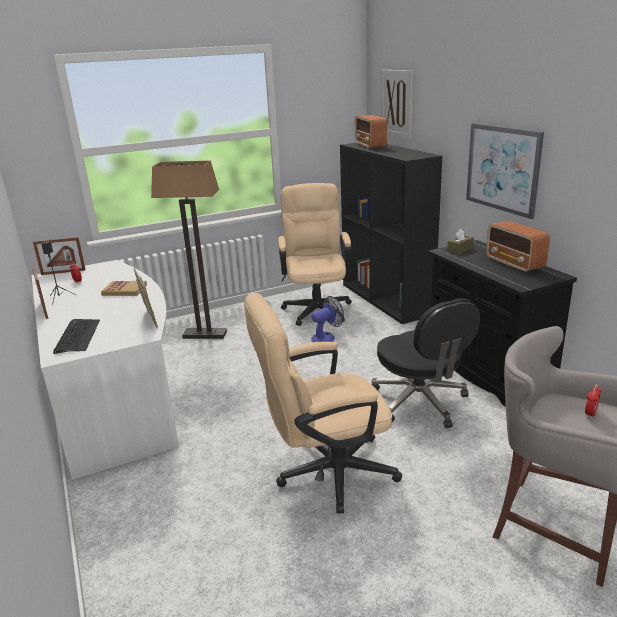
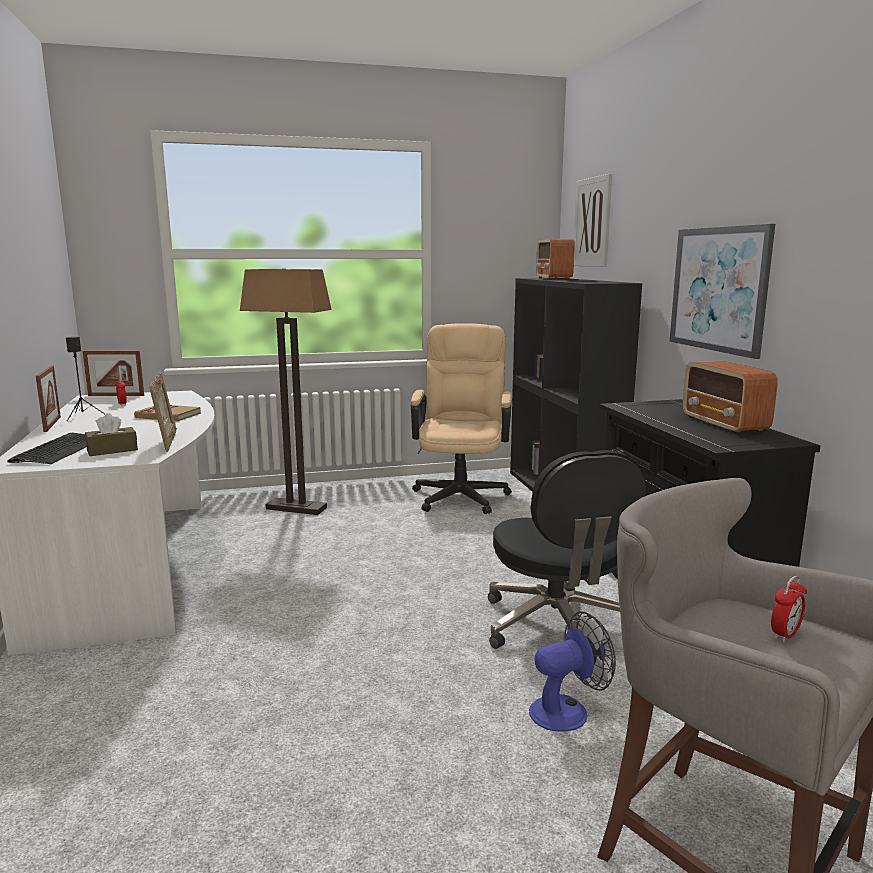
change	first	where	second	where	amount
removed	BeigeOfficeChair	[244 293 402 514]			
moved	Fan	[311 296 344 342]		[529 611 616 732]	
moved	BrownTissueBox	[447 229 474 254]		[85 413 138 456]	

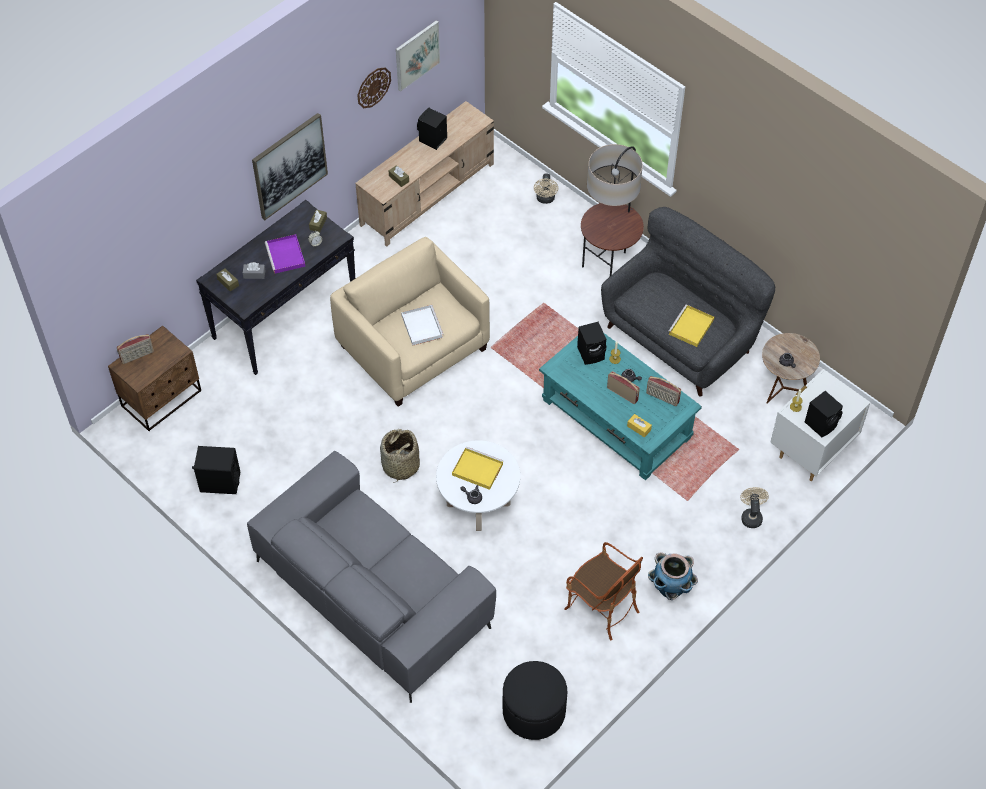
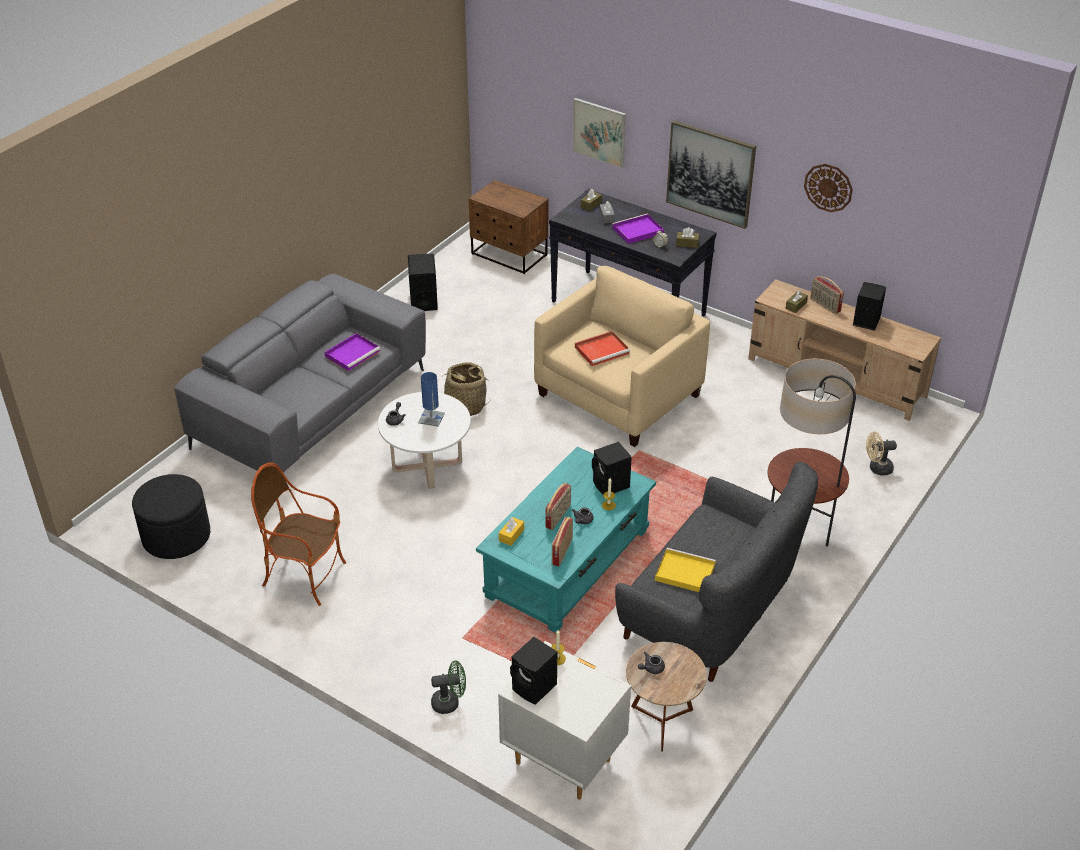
change	first	where	second	where	amount
removed	Planter	[648 552 698 600]			
added			PurpleTray	[324 333 380 371]	
moved	Radio	[117 334 154 364]		[810 276 844 314]	
moved	Picture	[396 20 440 92]		[573 98 626 168]	
replaced	YellowTray	[452 447 504 490]	BlueTableLamp	[418 372 445 427]	
recoloured	WhiteTray	[401 305 444 346]	RedTray	[575 331 630 366]	
recoloured	BeigeFan	[740 487 769 528]	GreenFan	[431 661 466 714]	
turned	Armchair	[564 542 643 640]		[251 463 346 606]	75 degrees clockwise

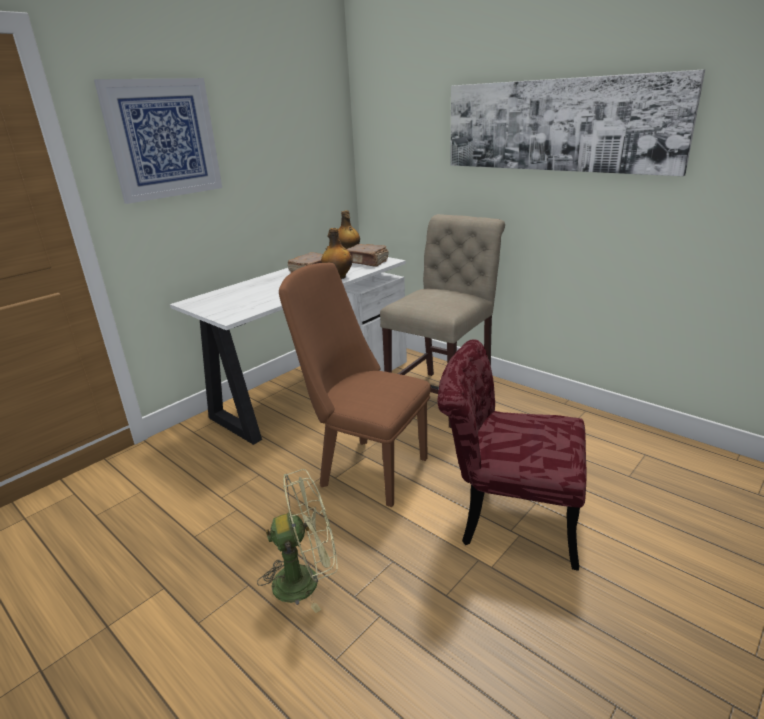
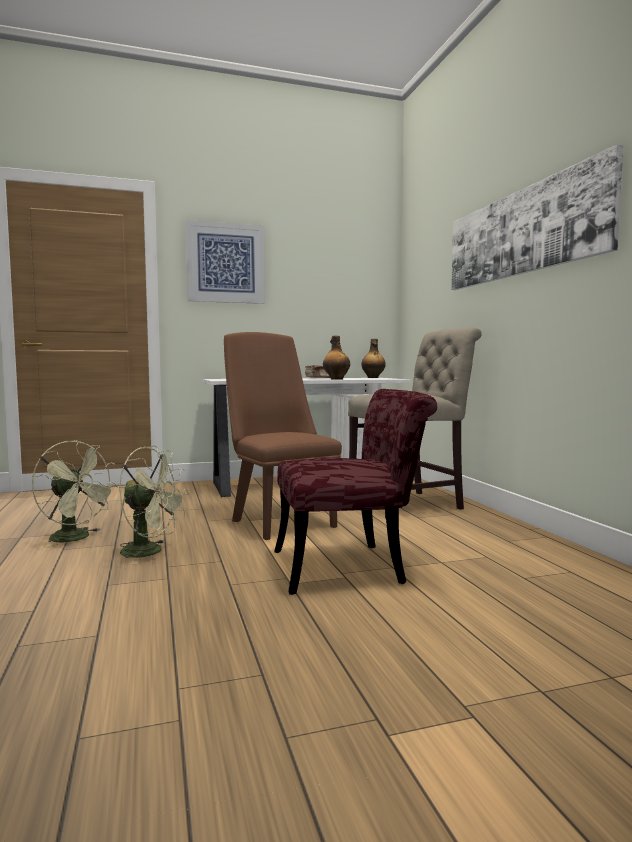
change	first	where	second	where	amount
removed	BrownBook	[347 244 388 267]			
added			GreenFan	[32 440 118 548]	
turned	RedChair	[437 339 587 571]		[275 389 437 595]	120 degrees clockwise

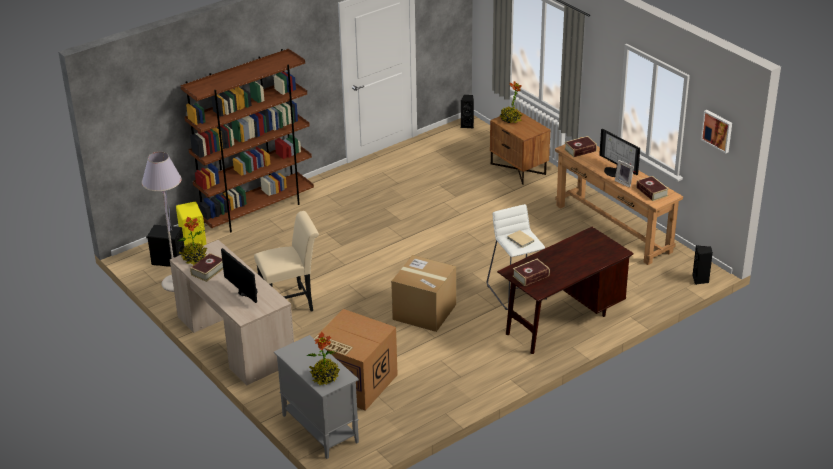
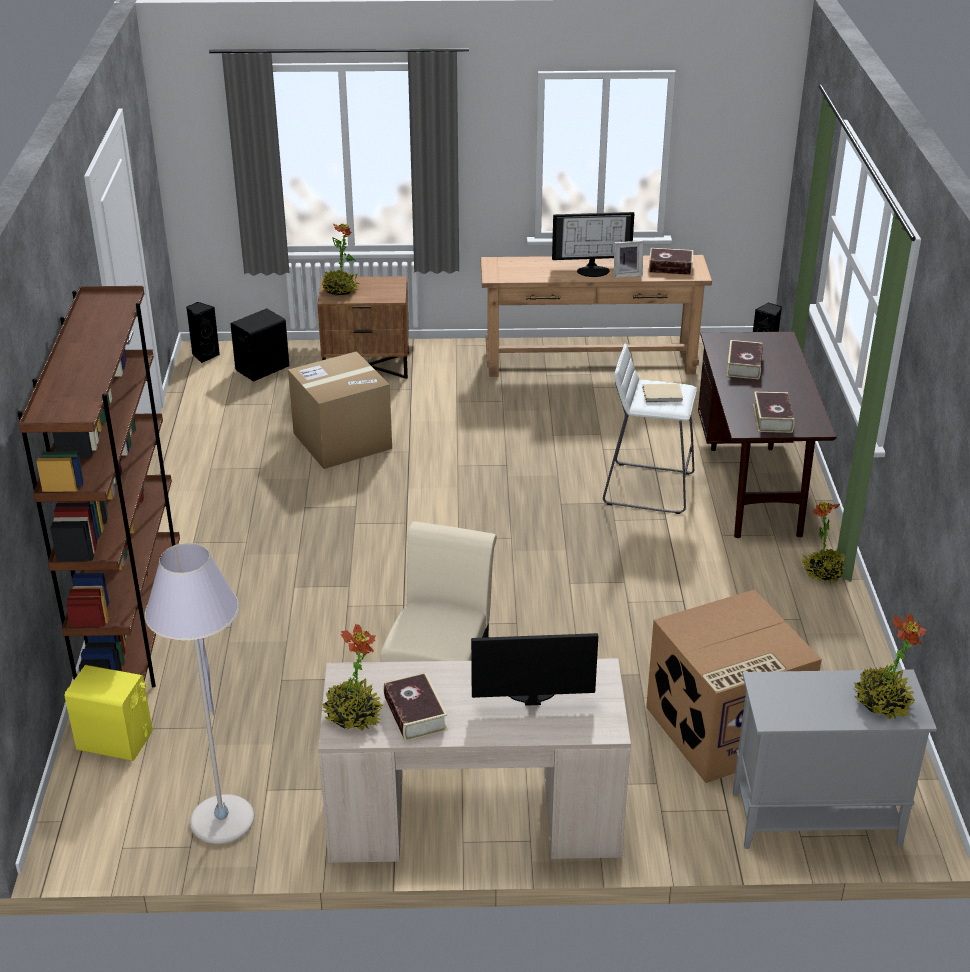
change	first	where	second	where	amount
removed	Picture	[701 110 732 153]			
added			PottedPlant	[802 502 845 583]	
moved	BlackSpeaker	[146 225 185 267]		[231 308 289 381]	
moved	CardboardBox	[391 255 456 332]		[288 351 392 469]	
moved	Book	[565 136 597 158]		[727 340 763 379]	

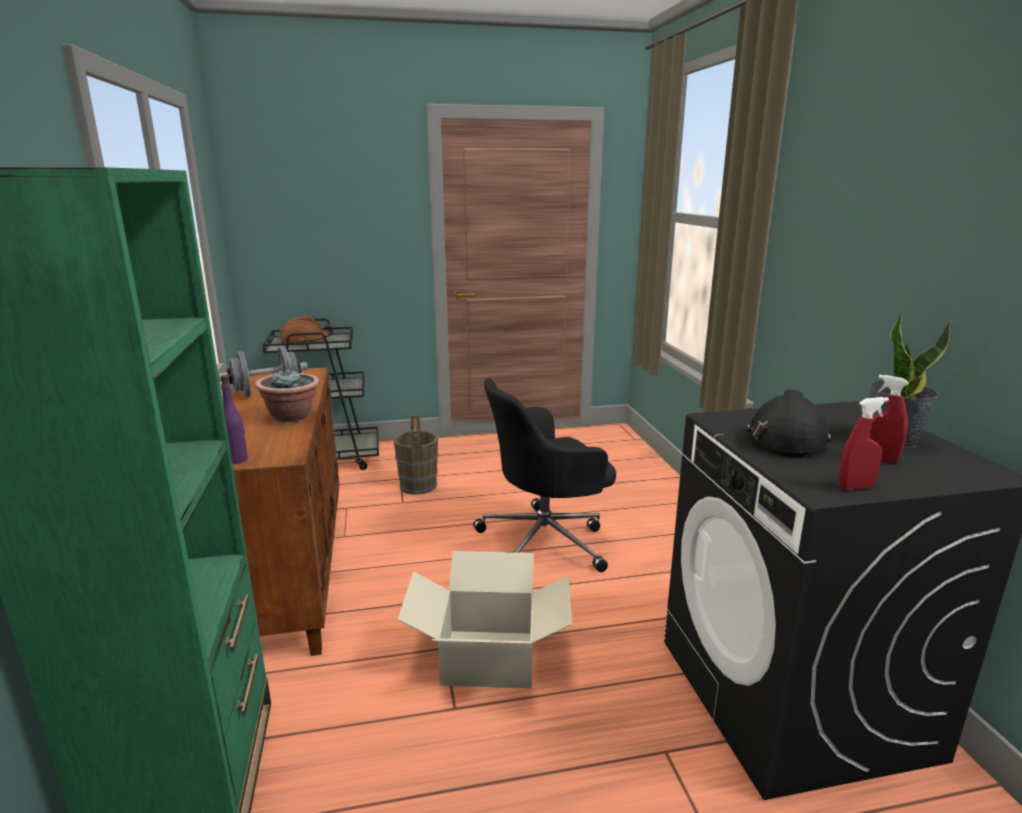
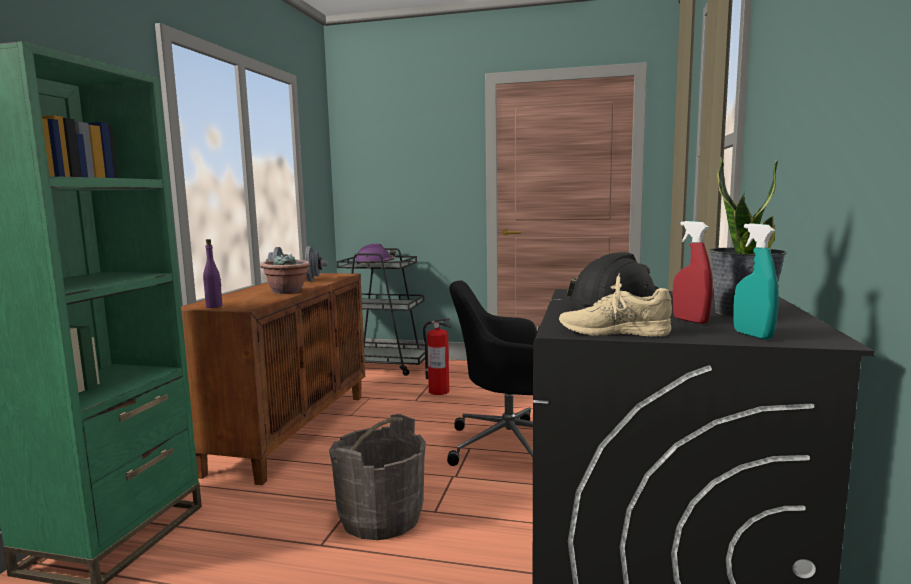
change	first	where	second	where	amount
added			TurquoiseSprayBottle	[733 223 779 340]	
replaced	BrownBucket	[394 415 438 495]	FireExtinguisher	[423 318 452 395]	
replaced	CardboardBox	[398 551 572 689]	GreyBucket	[329 414 426 540]	
replaced	RedSprayBottle	[838 397 889 490]	BeigeShoe	[559 273 672 337]	
recoloured	BrownHardHat	[279 316 332 343]	PurpleHardHat	[356 244 396 264]	

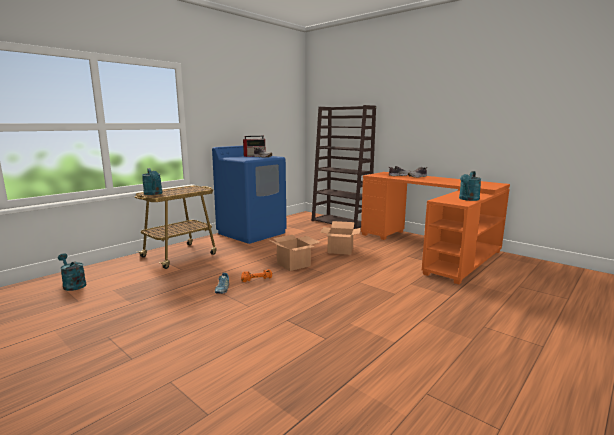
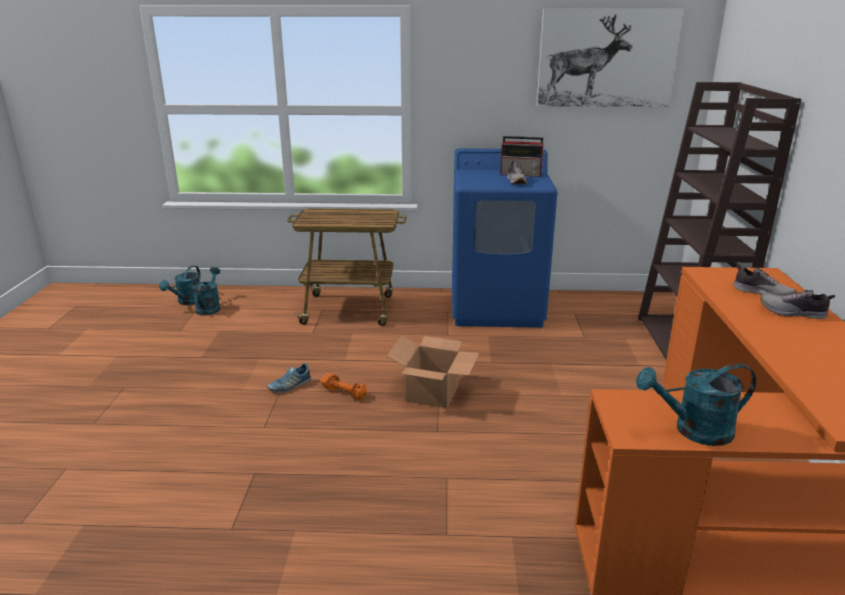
change	first	where	second	where	amount
removed	CardboardBox	[320 221 361 255]			
added			Picture	[537 9 685 107]	
moved	TurquoiseWateringCan	[142 168 163 195]		[159 266 201 305]	

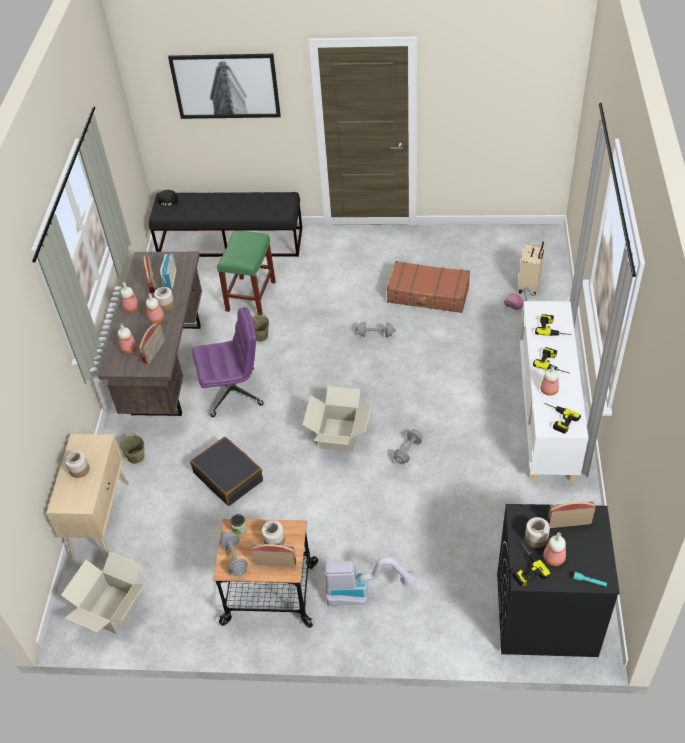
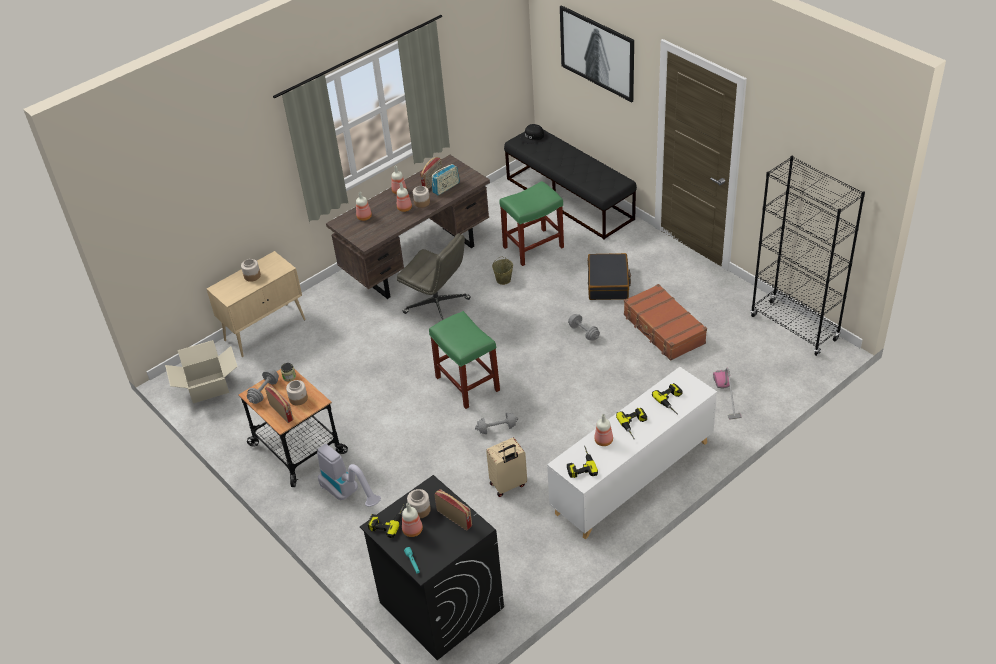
change	first	where	second	where	amount
removed	BeigeBucket	[119 433 144 464]			
removed	Radio	[138 323 165 364]			
added			BlackBookcase	[751 156 865 356]	
moved	BlackSuitcase	[190 436 263 506]		[588 253 631 300]	
moved	BeigeSuitcase	[518 242 545 296]		[486 437 527 497]	
replaced	CardboardBox	[303 386 372 452]	GreenStool	[429 311 500 409]	
recoloured	PurpleOfficeChair	[192 307 264 417]	GreyOfficeChair	[397 233 471 320]	

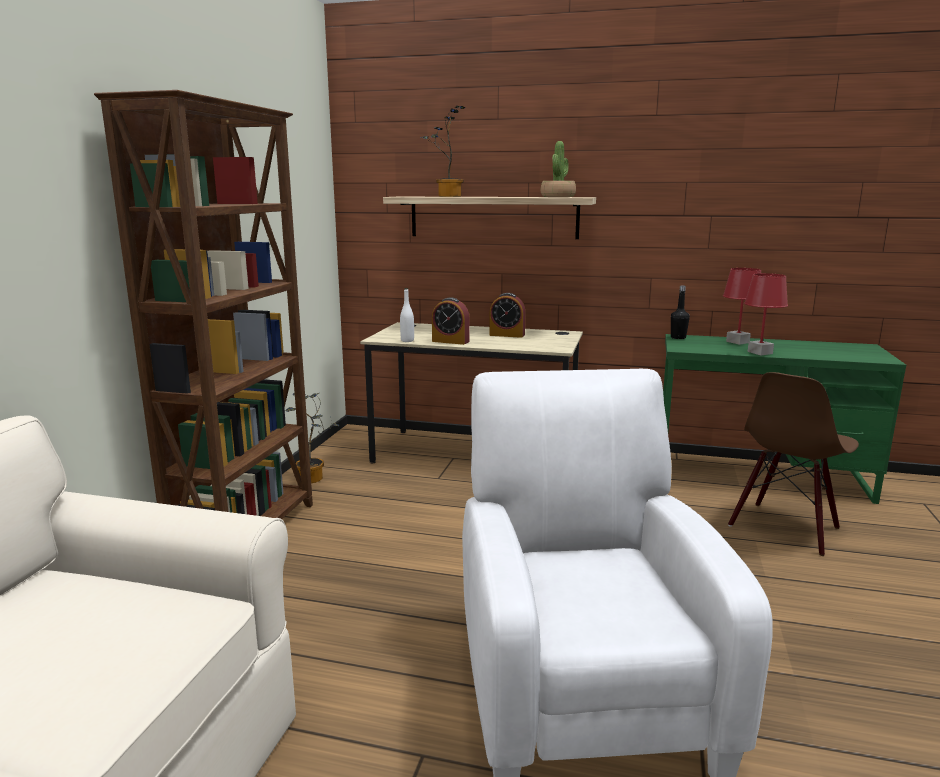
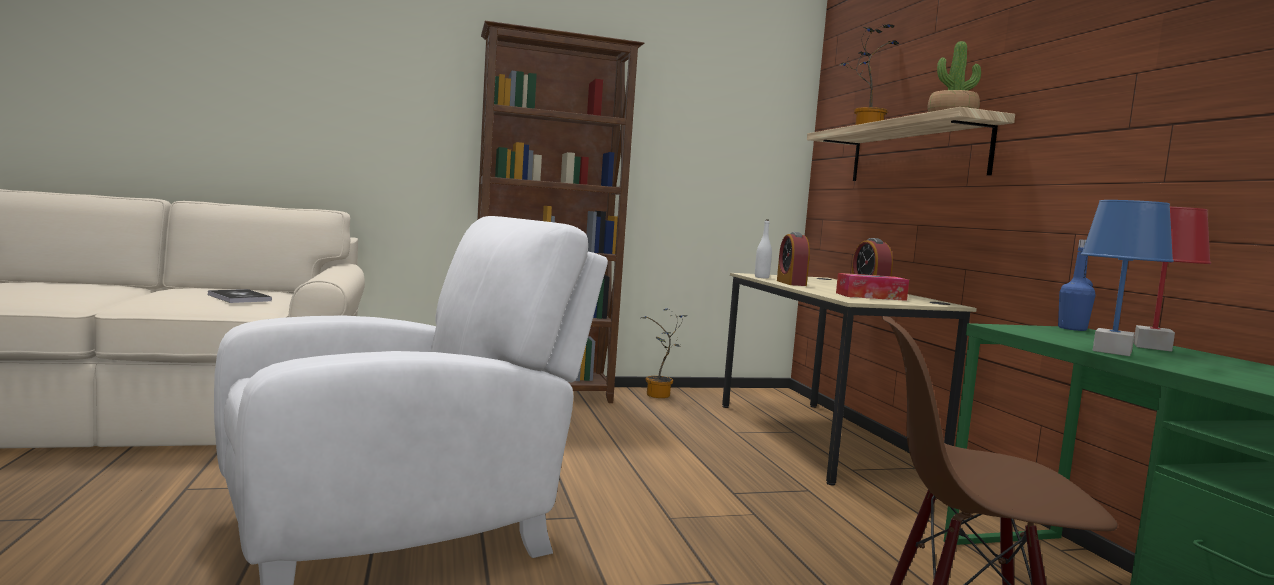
change	first	where	second	where	amount
added			Book	[208 289 272 303]	
added			TissueBox	[836 273 909 301]	
recoloured	BlackBottle	[671 286 690 339]	BlueBottle	[1058 239 1096 331]	
recoloured	RedTableLamp	[744 273 788 355]	BlueTableLamp	[1081 200 1174 356]	

